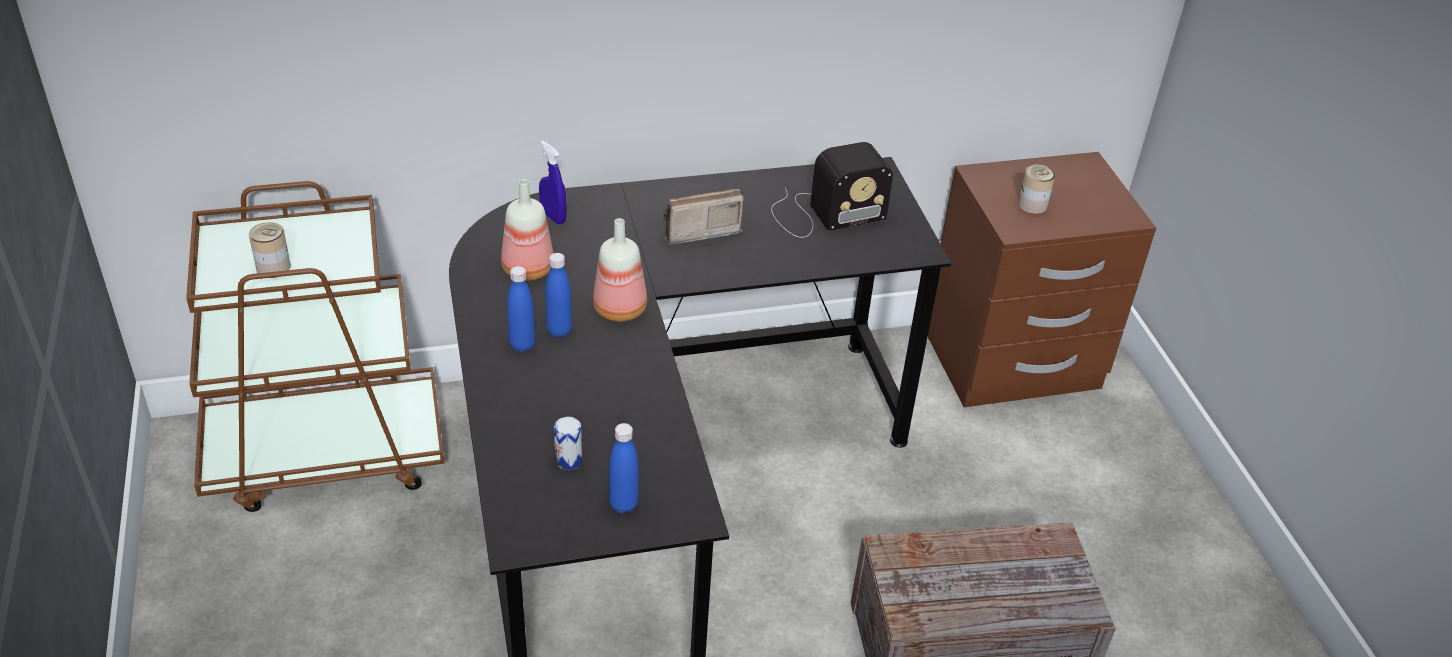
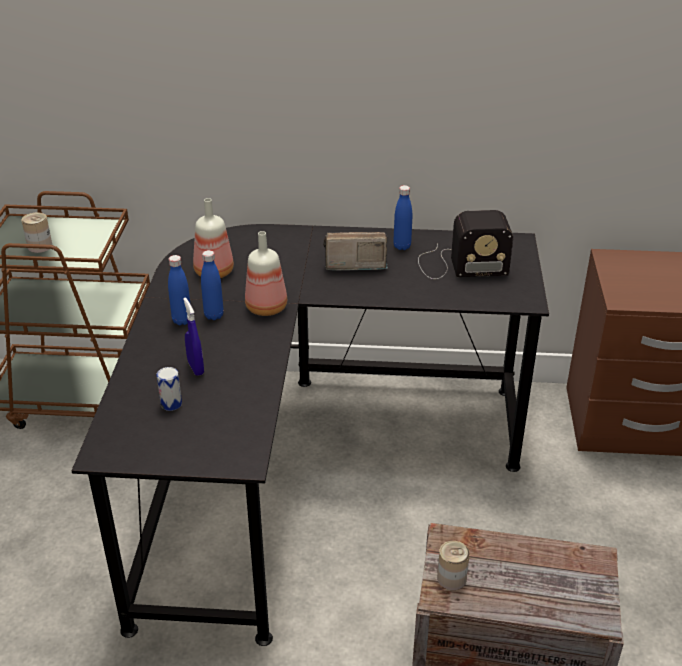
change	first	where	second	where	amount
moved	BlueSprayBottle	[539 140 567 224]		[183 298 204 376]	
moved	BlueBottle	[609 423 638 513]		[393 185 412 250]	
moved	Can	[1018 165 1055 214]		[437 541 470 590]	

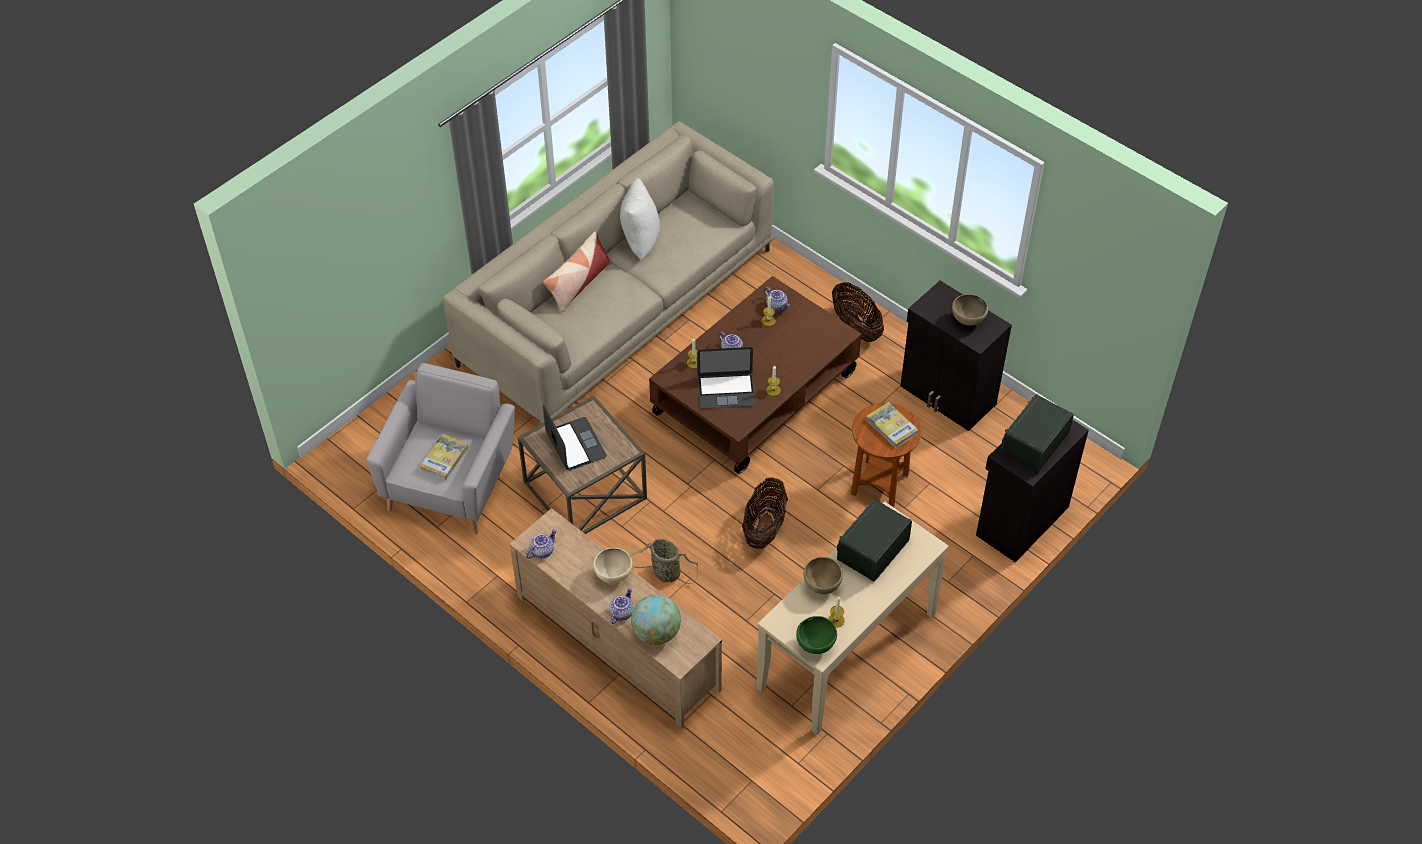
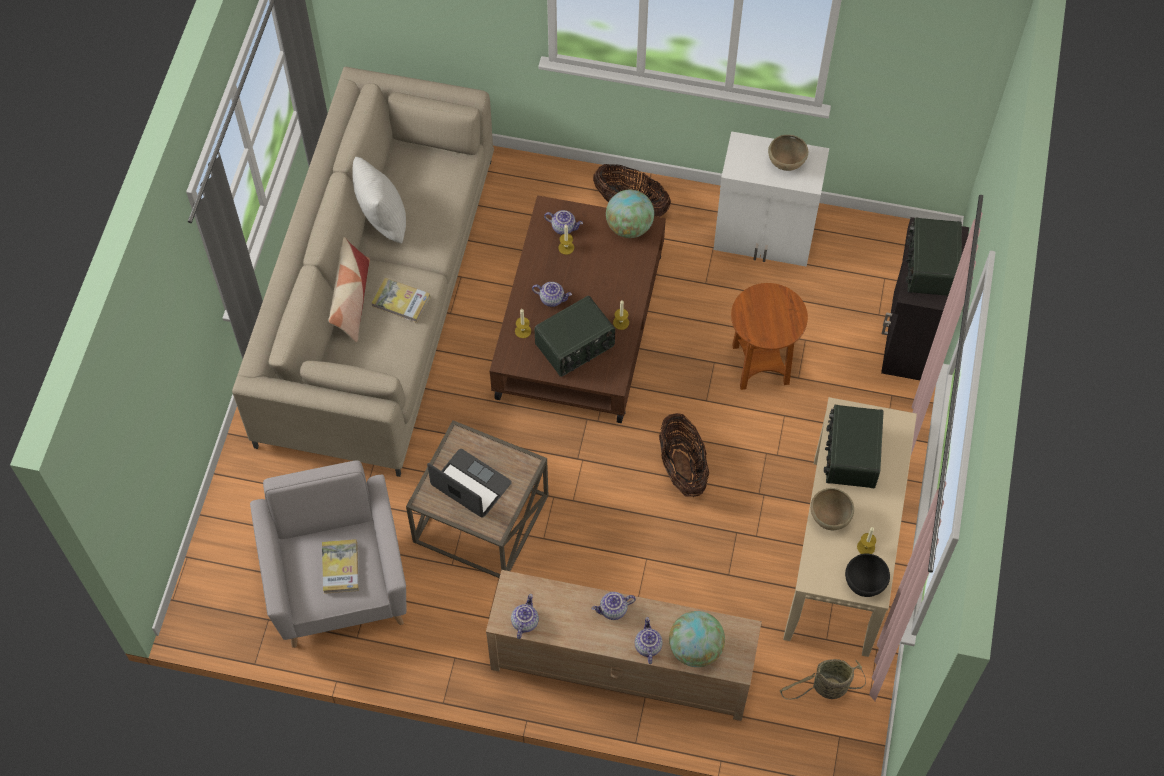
change	first	where	second	where	amount
added			Globe	[606 189 654 238]	
moved	Basket	[628 539 698 584]		[780 659 866 700]	
moved	Book	[866 402 918 448]		[372 278 430 323]	
replaced	BeigeBowl	[593 548 632 583]	Teapot	[591 592 636 620]	
replaced	Laptop	[697 347 756 409]	Radio	[534 296 615 377]	
recoloured	GreenBowl	[796 616 837 654]	BlackBowl	[845 553 890 597]	
recoloured	BlackCabinet	[900 281 1012 431]	WhiteCabinet	[713 131 829 267]	

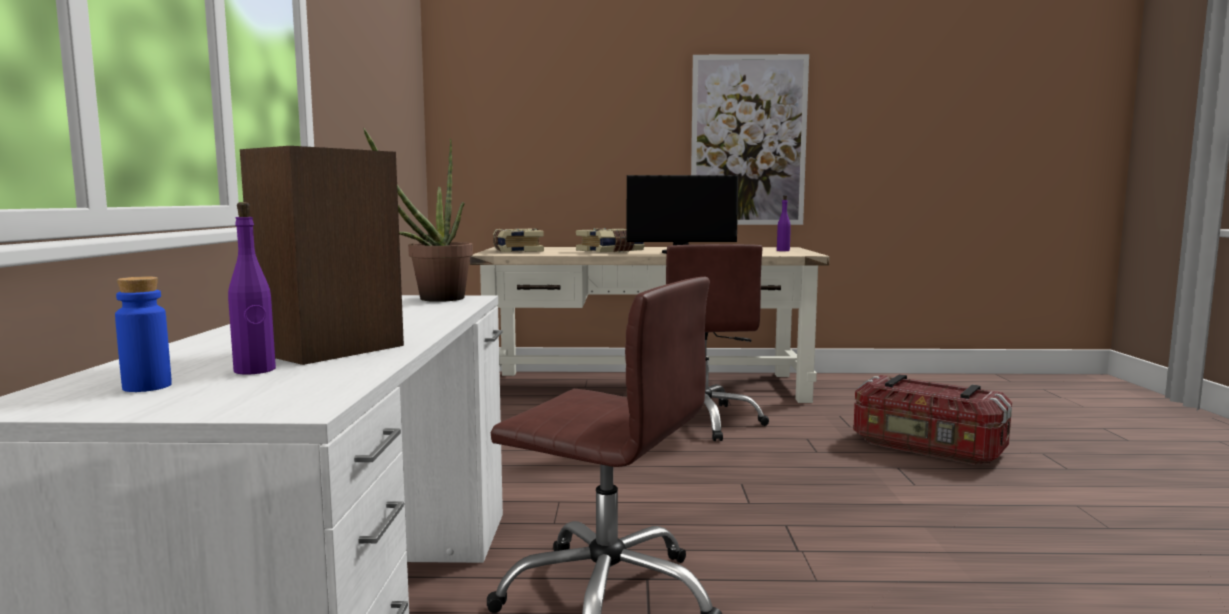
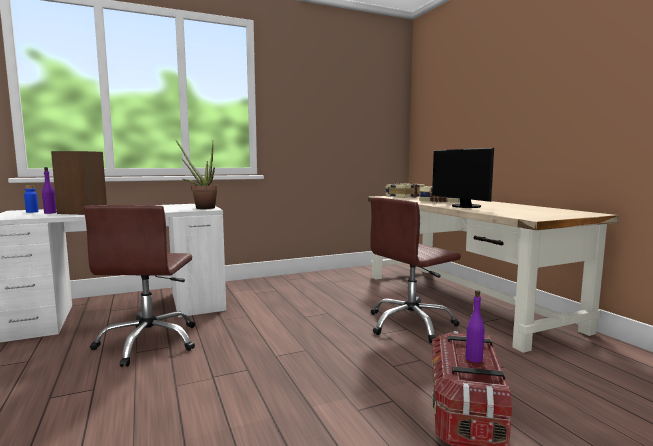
change	first	where	second	where	amount
removed	Picture	[691 54 809 225]			
moved	PurpleBottle	[777 195 791 251]		[465 290 485 363]	

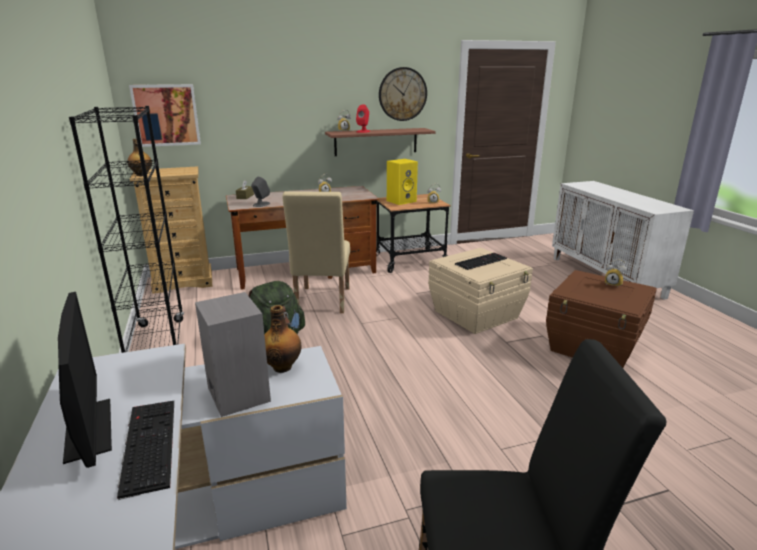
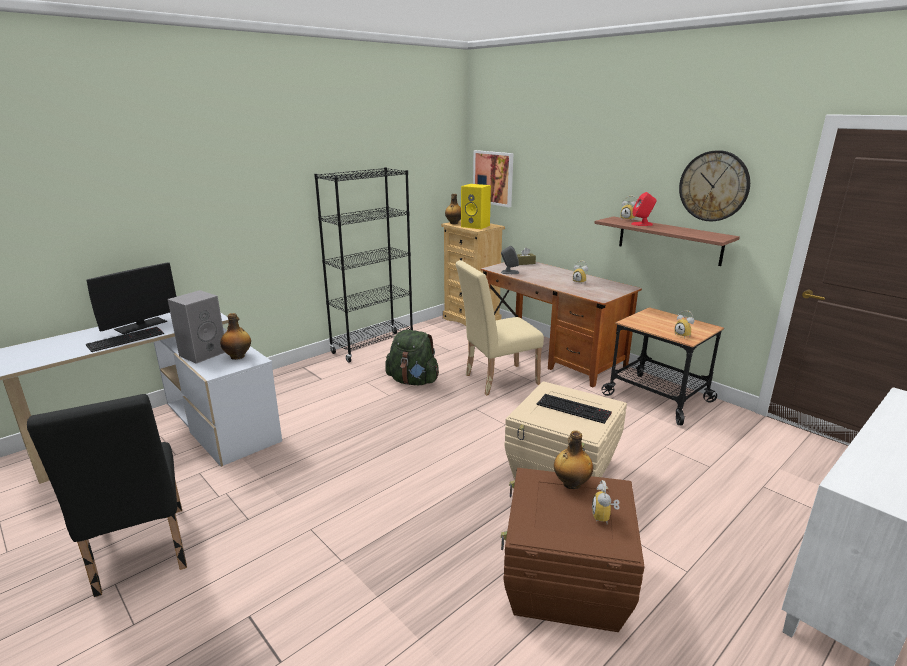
change	first	where	second	where	amount
added			Bottle	[554 430 593 489]	
moved	YellowSpeaker	[387 159 418 205]		[461 184 491 229]	

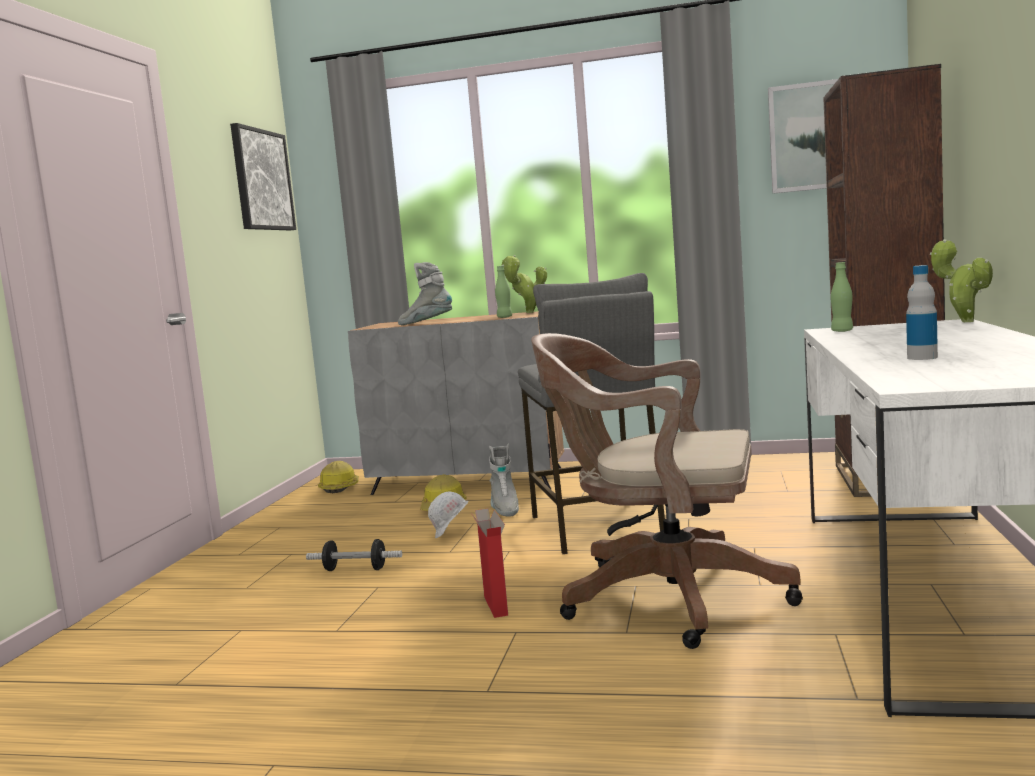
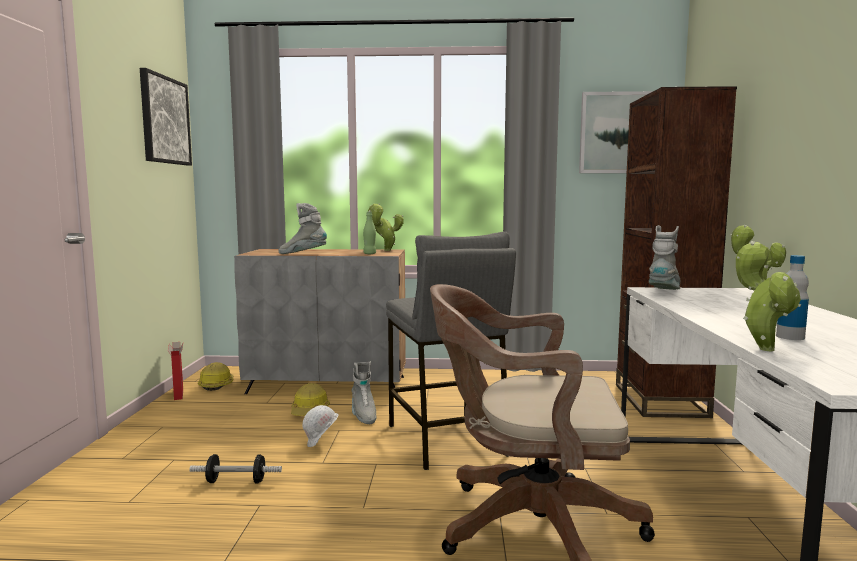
change	first	where	second	where	amount
added			PottedPlant	[736 241 801 352]	
moved	CardboardBox	[471 508 508 618]		[168 342 183 400]	
replaced	GreenBottle	[831 262 853 332]	GreyBoot	[649 225 680 290]	

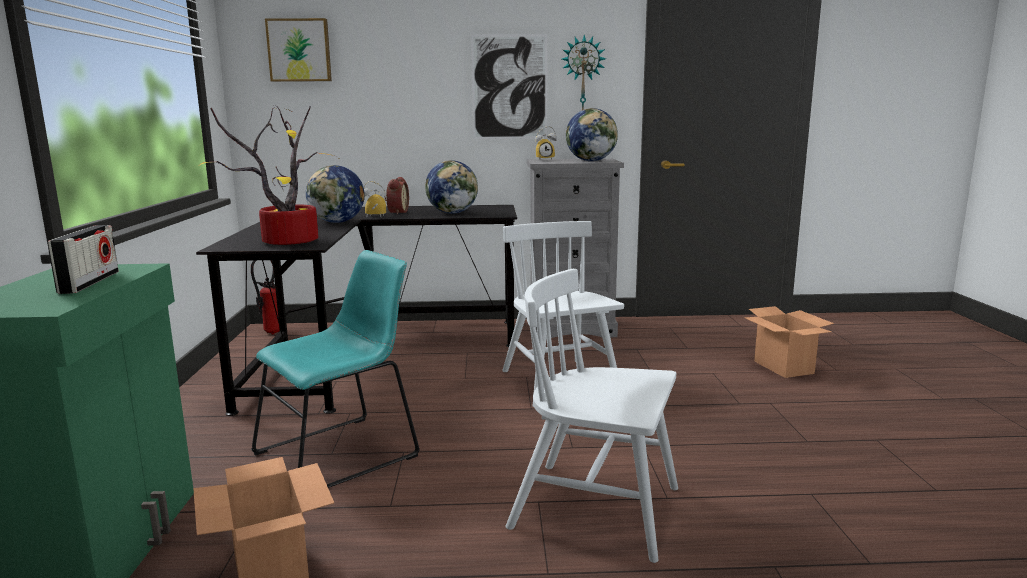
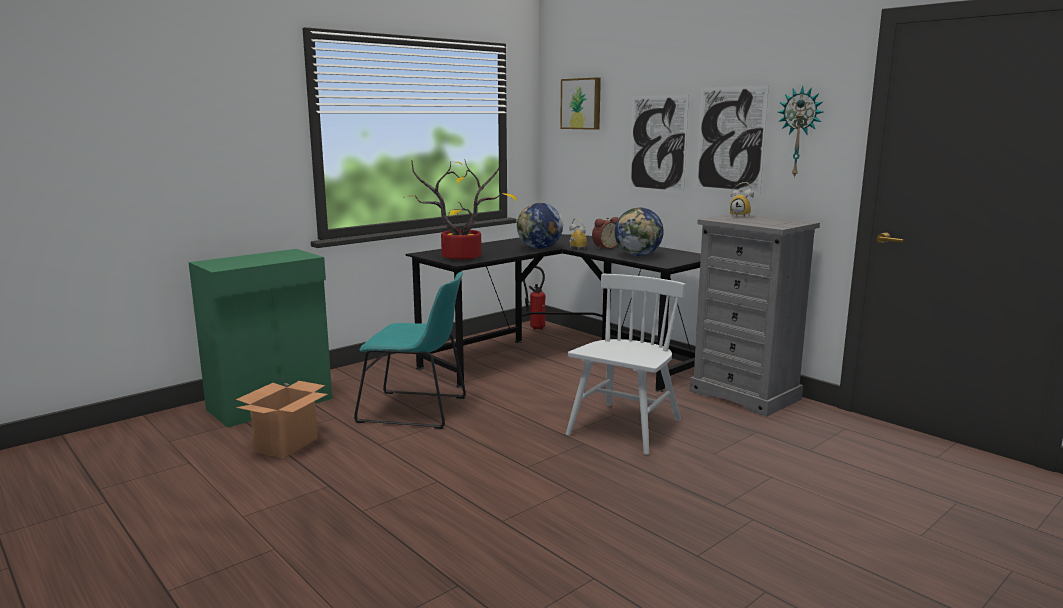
change	first	where	second	where	amount
removed	Radio	[48 225 119 294]			
removed	WhiteChair	[506 269 678 563]			
removed	Globe	[566 108 618 161]			
removed	CardboardBox	[744 306 834 378]			
added			Picture	[629 95 689 193]	

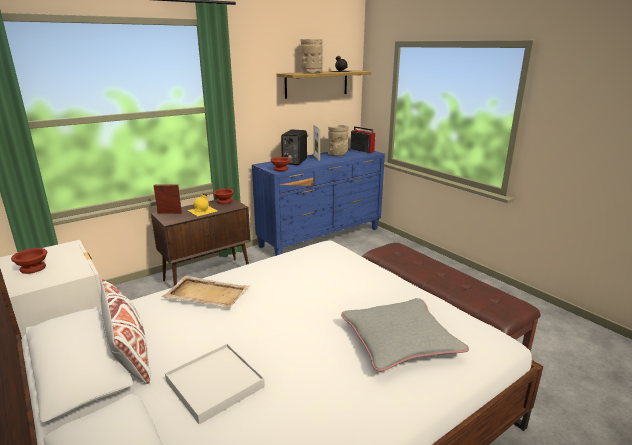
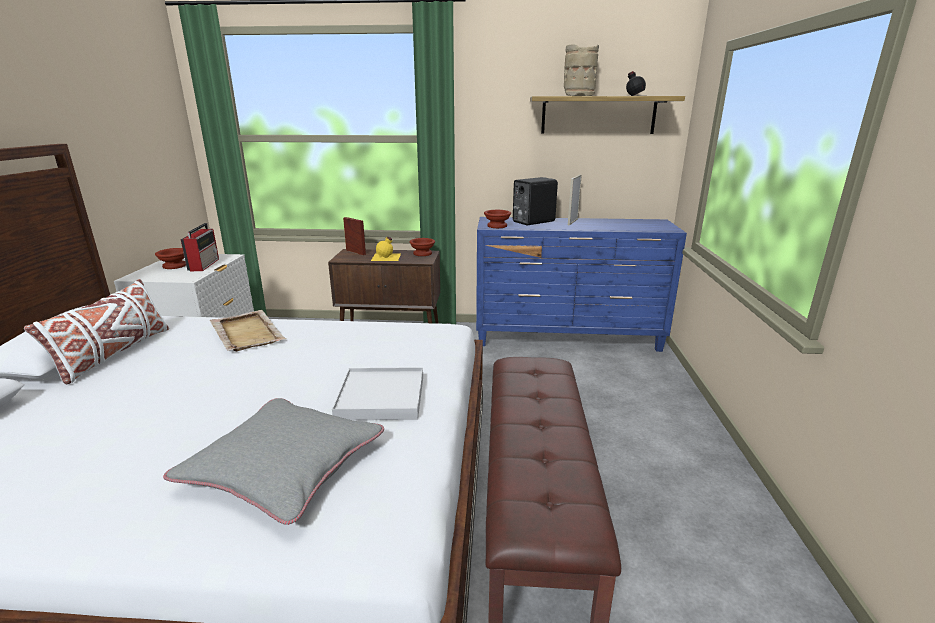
change	first	where	second	where	amount
removed	BeigeVase	[328 125 348 156]			
moved	WhiteTray	[165 344 265 425]		[332 367 423 420]	
moved	Radio	[351 126 375 153]		[181 223 219 271]	

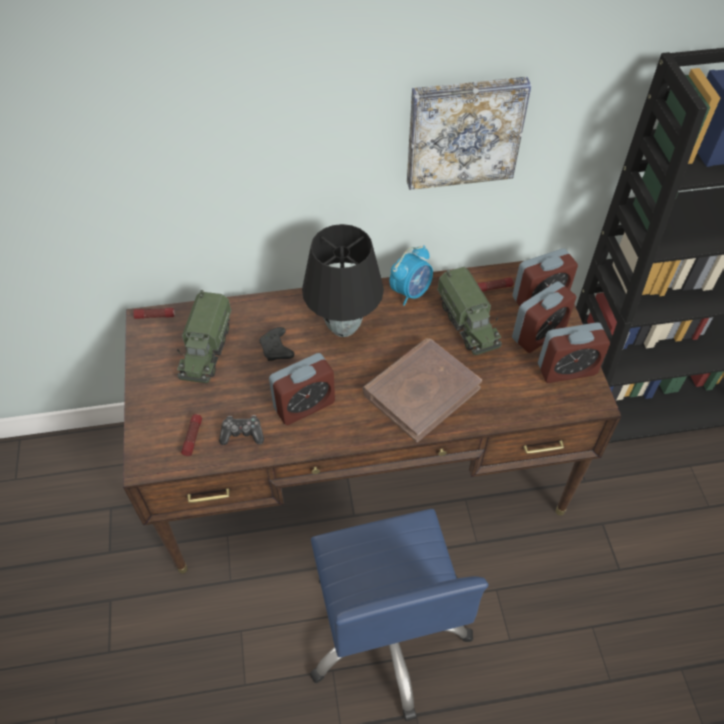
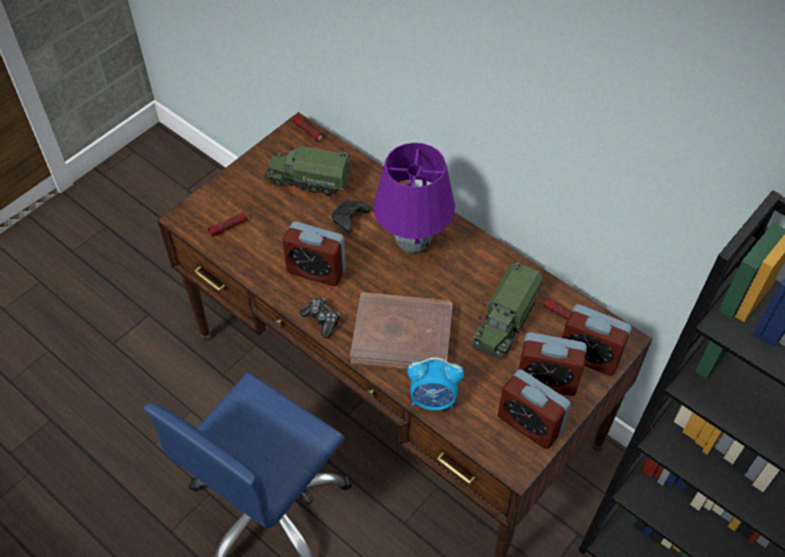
change	first	where	second	where	amount
removed	Picture	[407 77 532 190]			
moved	GameController	[219 415 264 445]		[300 298 340 338]	
moved	AlarmClock	[390 245 433 306]		[407 357 464 411]	
recoloured	BlackTableLamp	[302 224 384 337]	PurpleTableLamp	[373 143 455 254]	
turned	ToyTruck	[177 290 231 383]		[264 146 351 195]	45 degrees clockwise

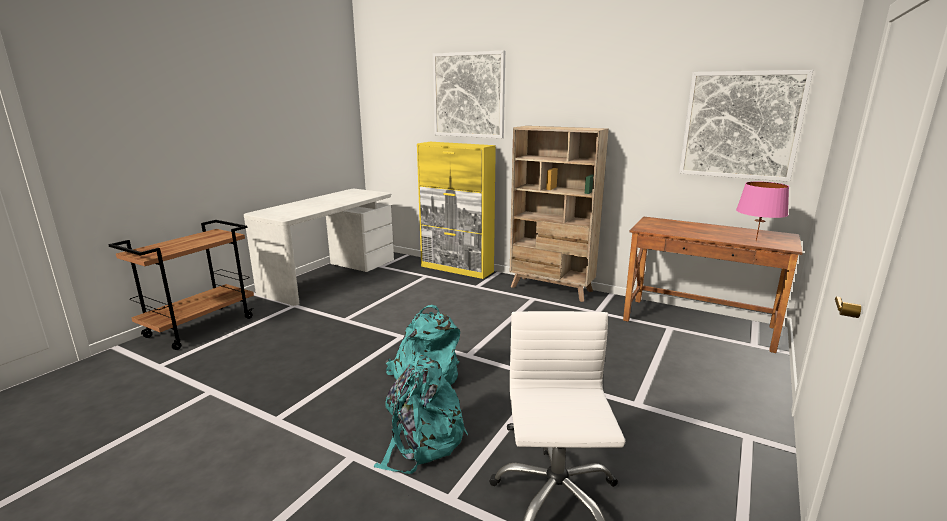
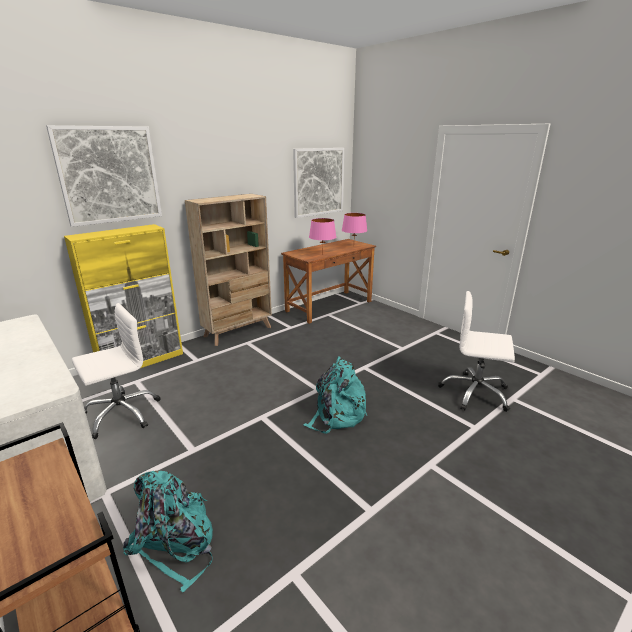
change	first	where	second	where	amount
added			WhiteOfficeChair	[72 303 161 439]	
added			PinkTableLamp	[309 218 336 255]	
moved	TurquoiseBackpack	[373 352 468 474]		[123 471 213 593]	

